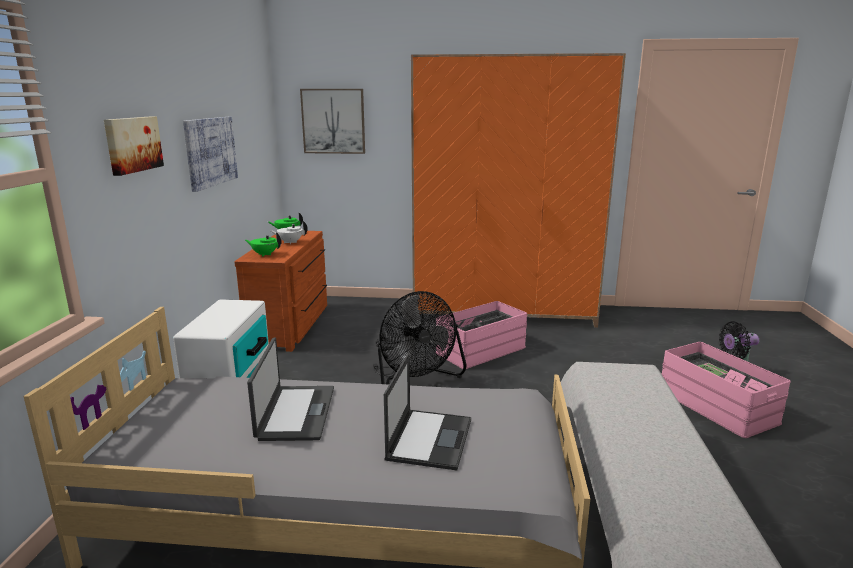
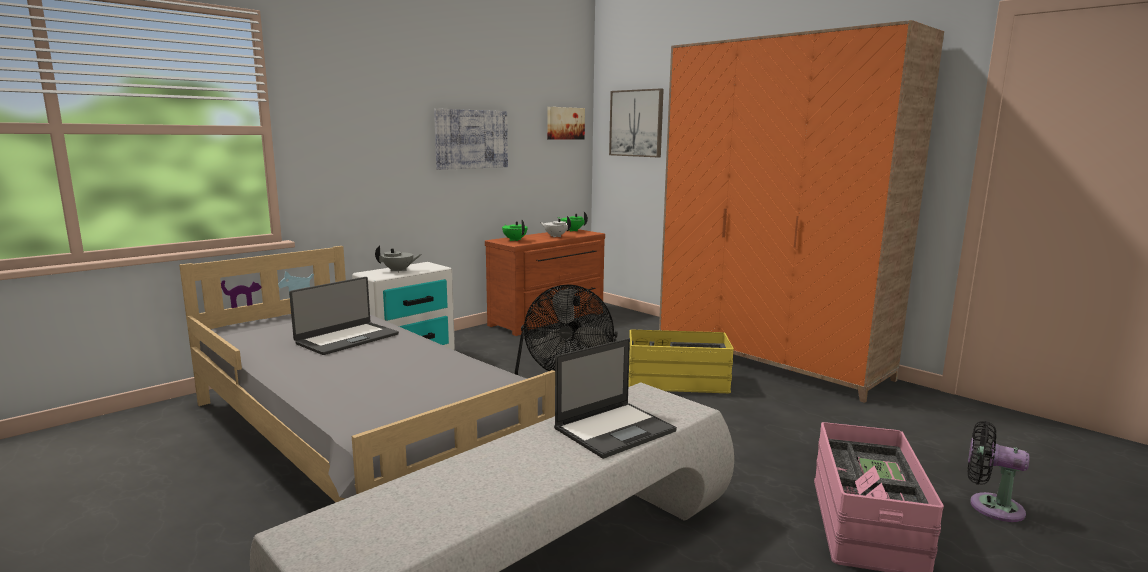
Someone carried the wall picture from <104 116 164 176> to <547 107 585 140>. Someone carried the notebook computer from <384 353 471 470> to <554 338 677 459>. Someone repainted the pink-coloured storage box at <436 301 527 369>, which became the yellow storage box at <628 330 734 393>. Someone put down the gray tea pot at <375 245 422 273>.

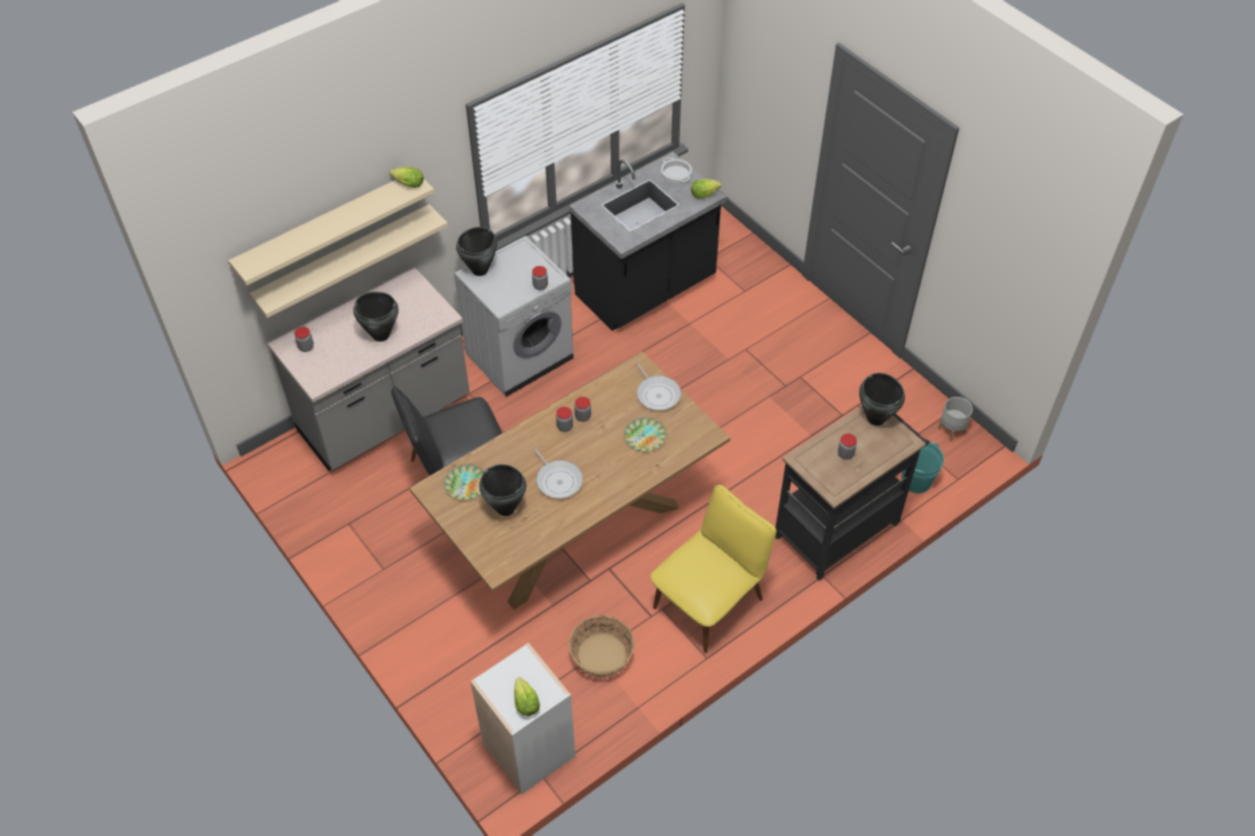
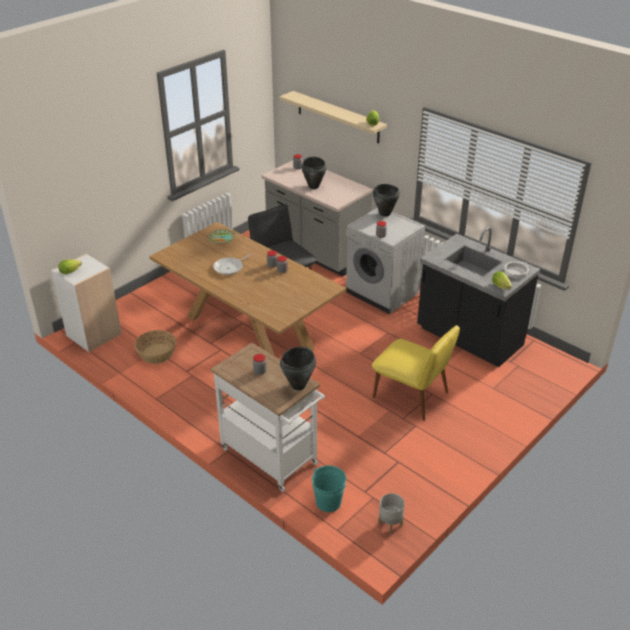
Someone took away the beige shelf at <249 204 448 318>. Someone took away the blackish cooking pot at <479 464 526 516>. Someone took away the flat dish at <624 417 667 452>. Someone took away the skillet at <635 362 681 410>. Someone carried the yellow upright chair from <651 485 777 653> to <372 325 460 421>. Someone repainted the blackish trolley at <775 406 930 580>, which became the white trolley at <211 343 325 492>.

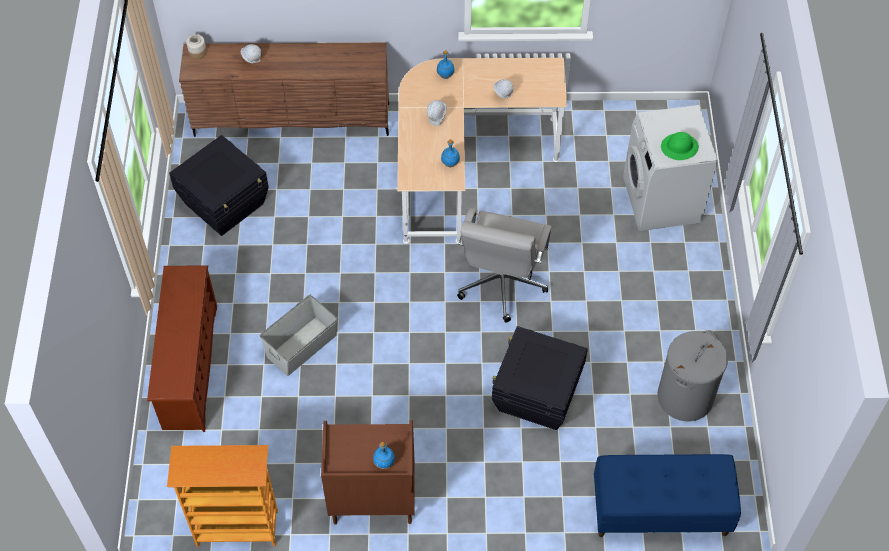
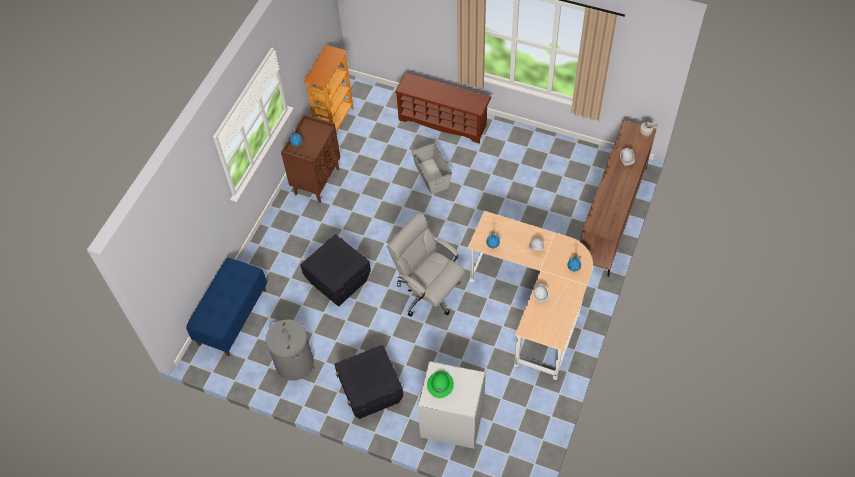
Someone carried the blackish storage box from <169 135 269 236> to <334 345 403 419>.

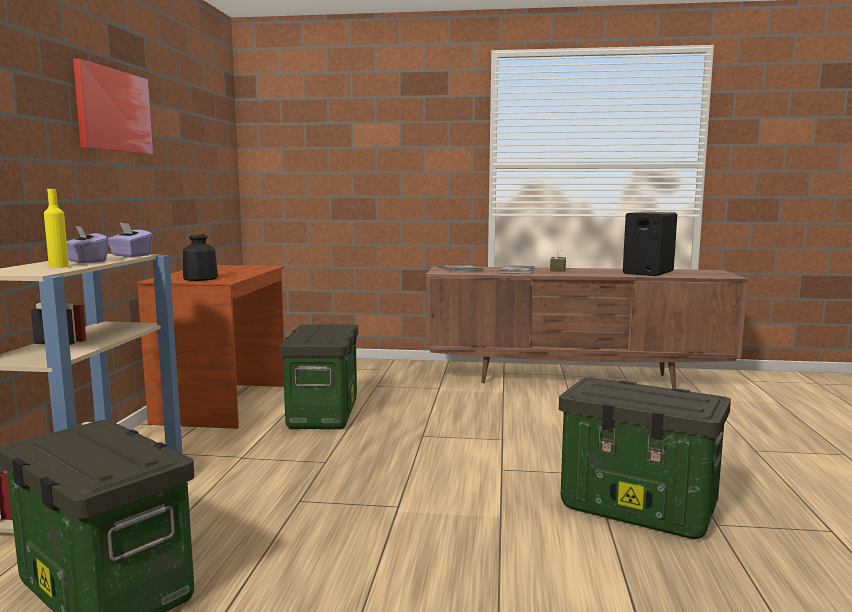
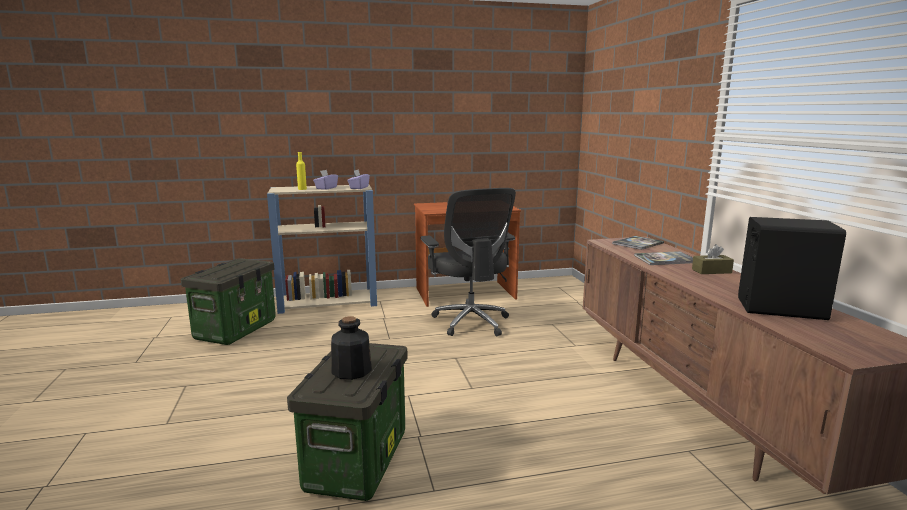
Someone took away the wall picture at <73 58 153 154>. Someone carried the drink bottle from <183 233 218 281> to <331 316 372 380>. Someone swapped the storage box at <279 324 358 429> for the desk chair at <421 188 516 336>.

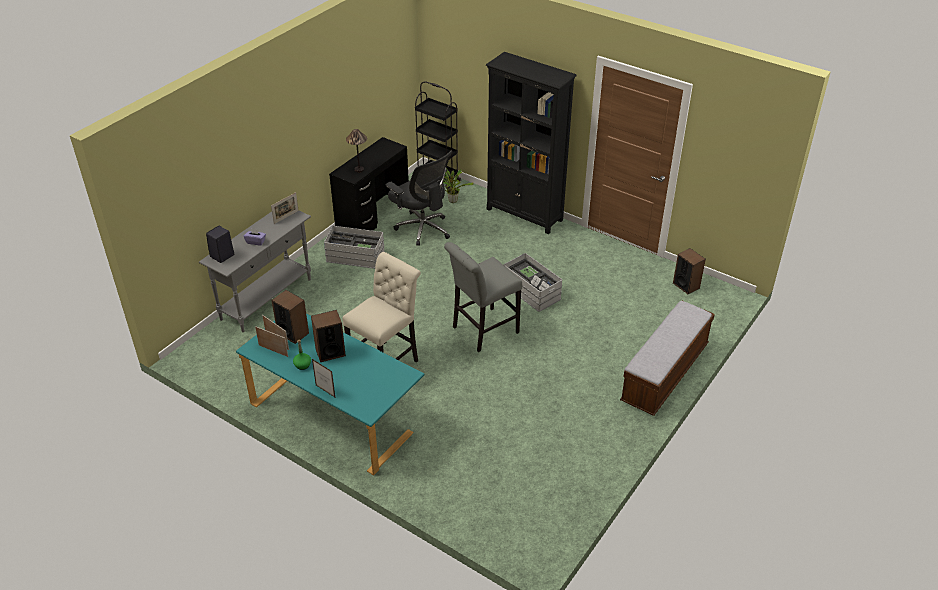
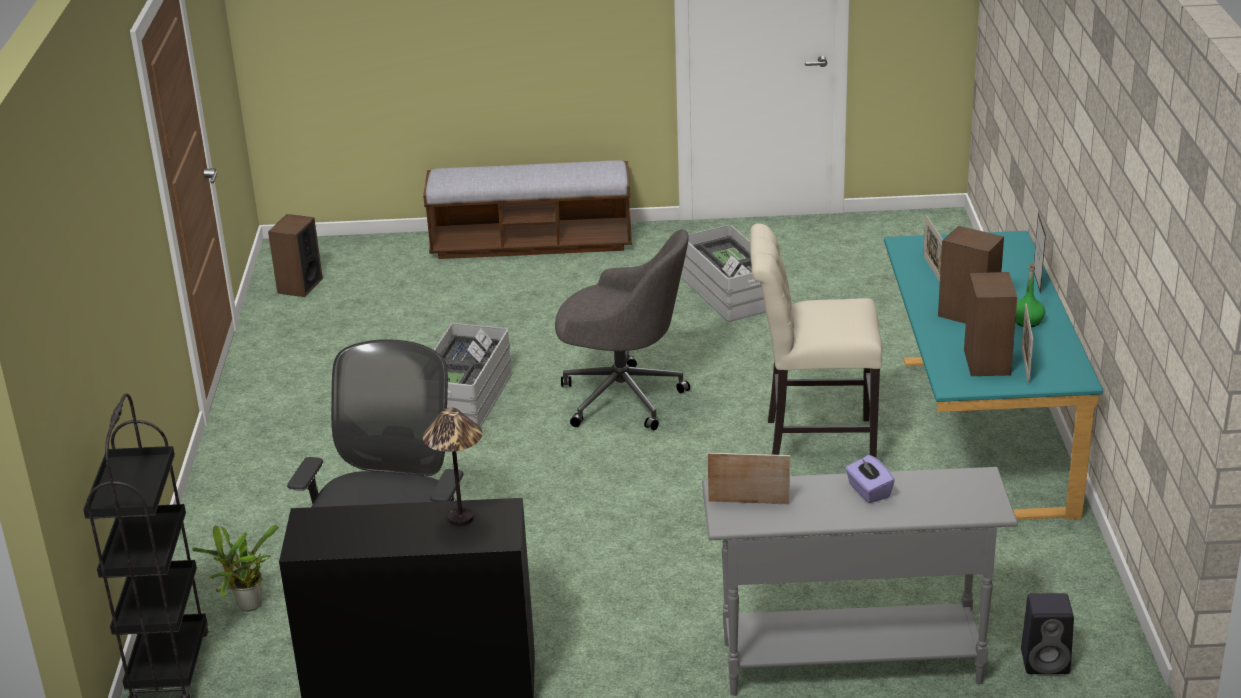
Someone carried the blackish audio speaker from <206 226 234 263> to <1021 593 1074 674>. Someone carried the picture frame from <255 326 288 357> to <923 215 943 282>. Someone carried the gray storage box from <324 226 385 269> to <682 225 766 322>. Someone swapped the gray stool at <444 242 522 352> for the gray desk chair at <555 229 690 430>. Someone took away the blackish bookcase at <486 52 577 234>.

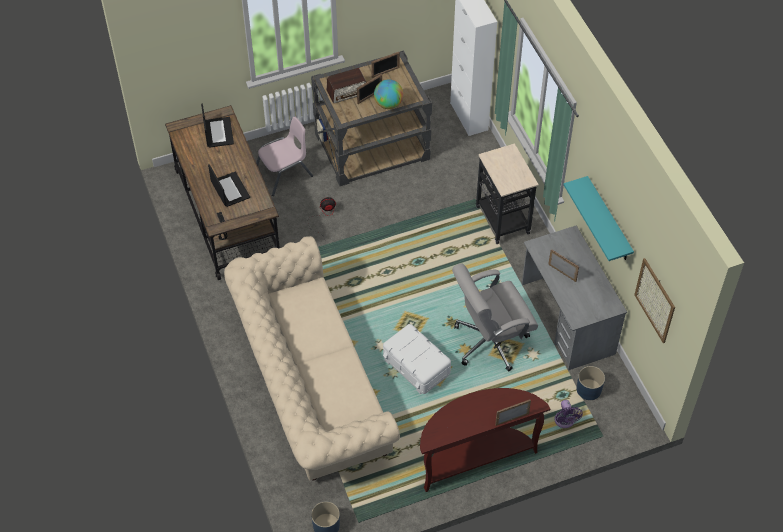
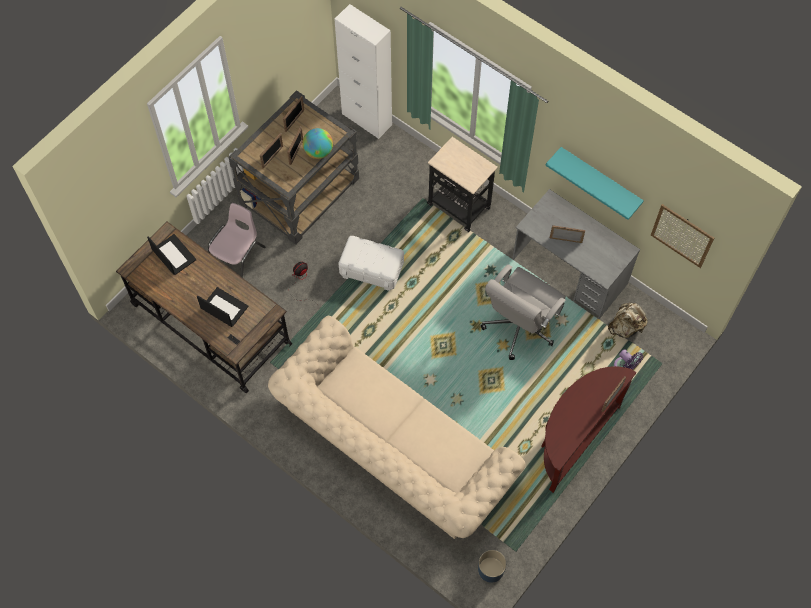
Someone swapped the radio receiver at <326 68 366 103> for the picture frame at <260 133 283 168>. Someone carried the white storage box from <383 324 451 394> to <338 236 404 291>. Someone swapped the blue-coloured planter at <577 366 605 400> for the beige rucksack at <608 302 648 338>.

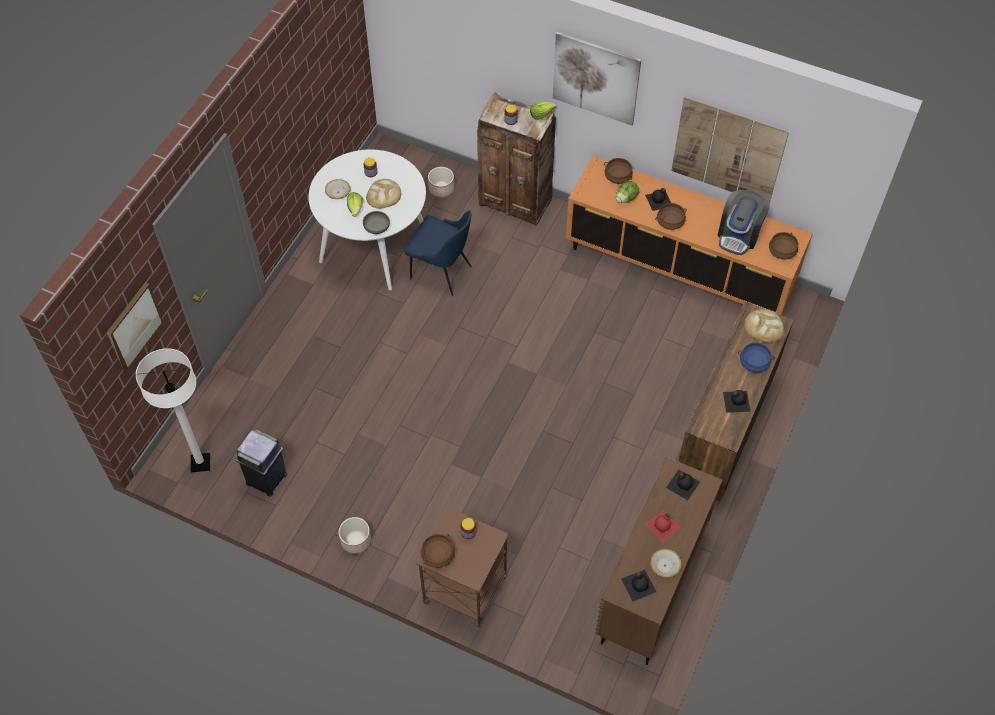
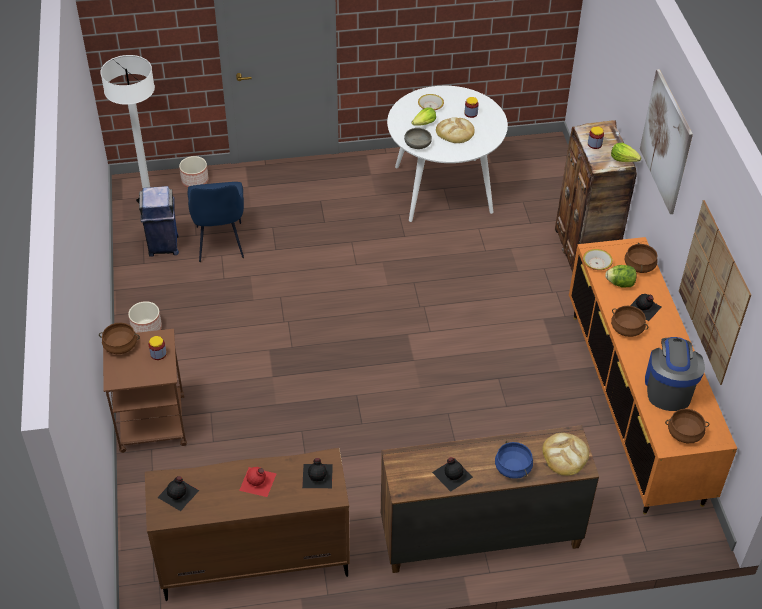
Someone took away the wall picture at <107 283 164 371>. Someone carried the blue-coloured upright chair from <404 210 472 296> to <188 182 244 262>. Someone carried the planter from <428 167 454 198> to <179 156 209 187>. Someone carried the bowl from <650 549 682 578> to <583 249 613 270>. Someone rotated the coffee machine at <718 190 770 255> by 105 degrees clockwise.

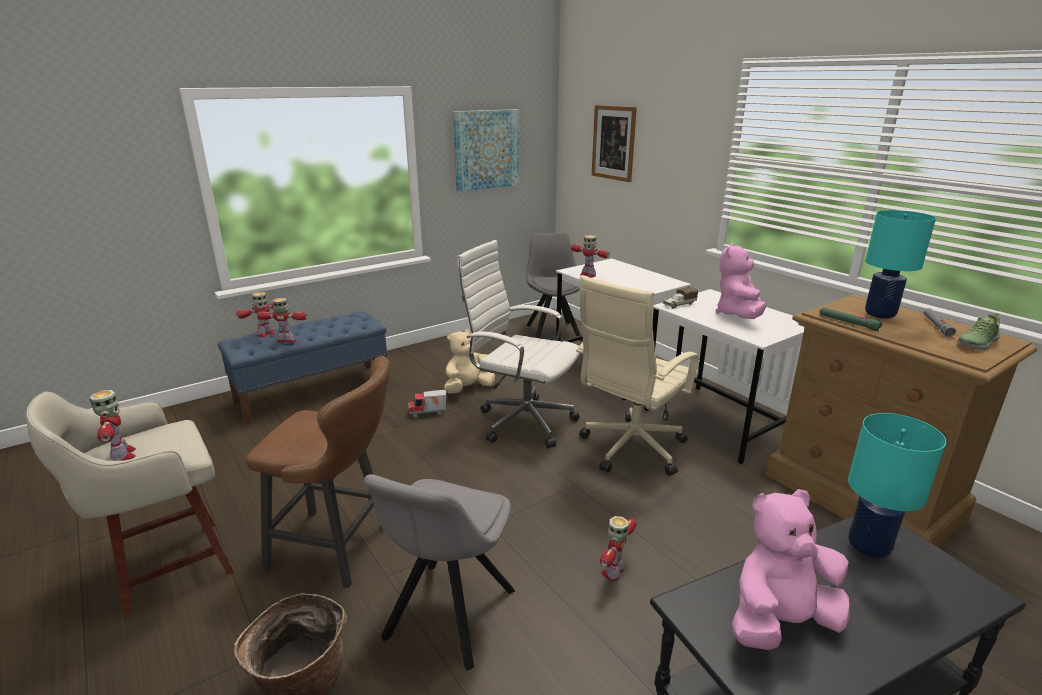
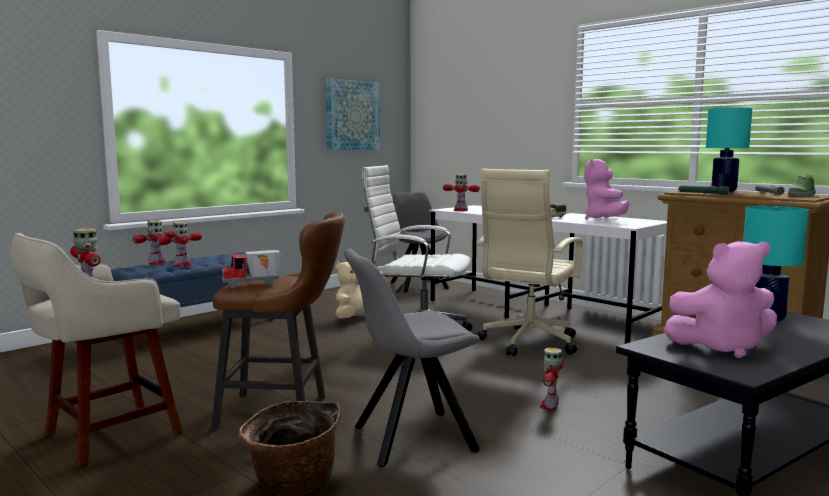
Someone rotated the toy robot at <257 298 307 343> by 135 degrees clockwise. Someone rotated the gray upright chair at <364 474 515 670> by 60 degrees clockwise. Someone carried the toy lorry from <409 390 447 418> to <222 250 281 288>. Someone took away the wall picture at <592 105 637 182>. Someone rotated the pink-coloured soft toy at <732 489 850 650> by 150 degrees counterclockwise.

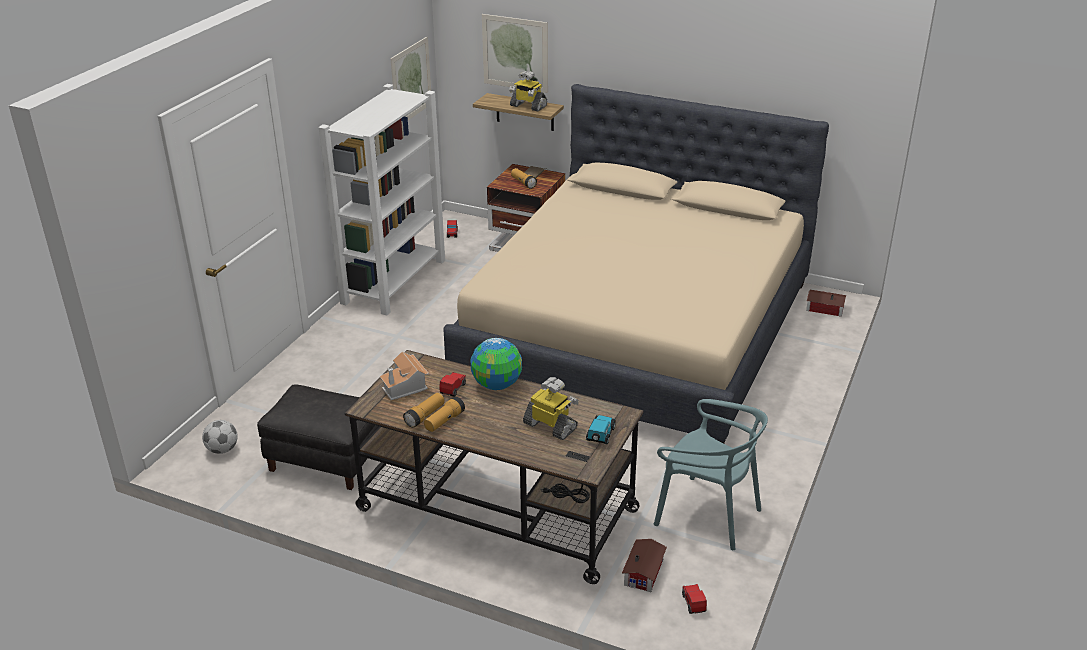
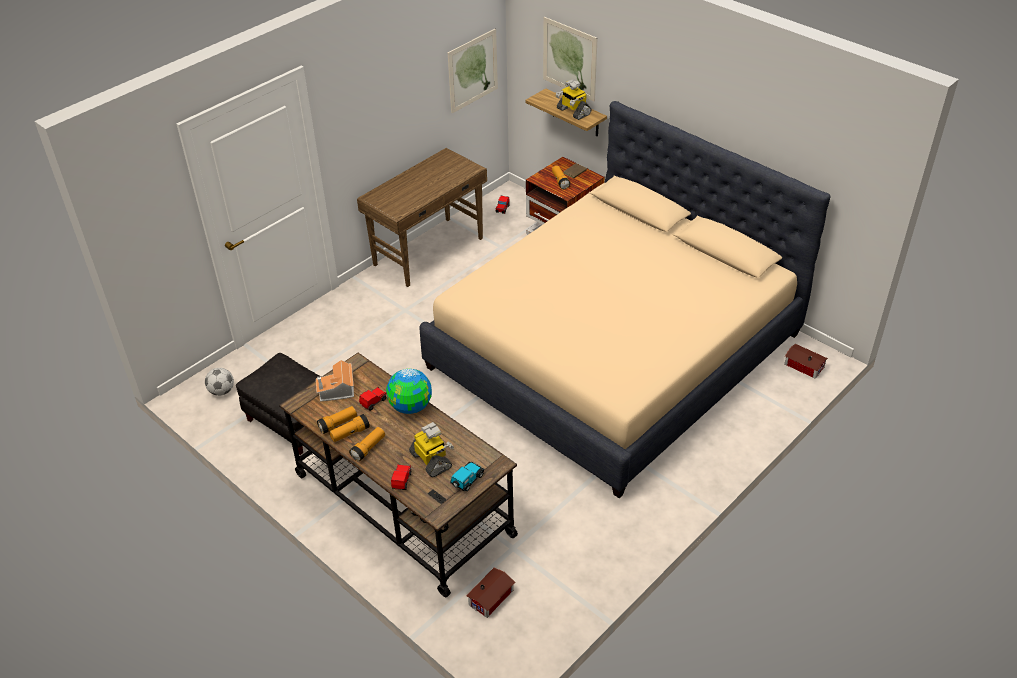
Someone swapped the white bookcase at <319 84 445 315> for the brownish hall table at <357 148 487 287>. Someone took away the blue-green upright chair at <654 399 768 550>. Someone carried the miniature car from <682 584 707 614> to <391 464 411 490>. Someone put down the hand torch at <349 427 385 461>.

